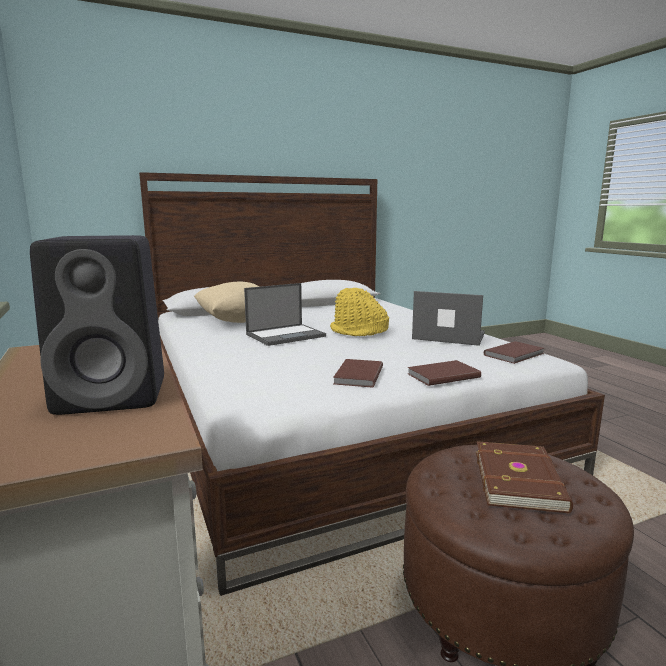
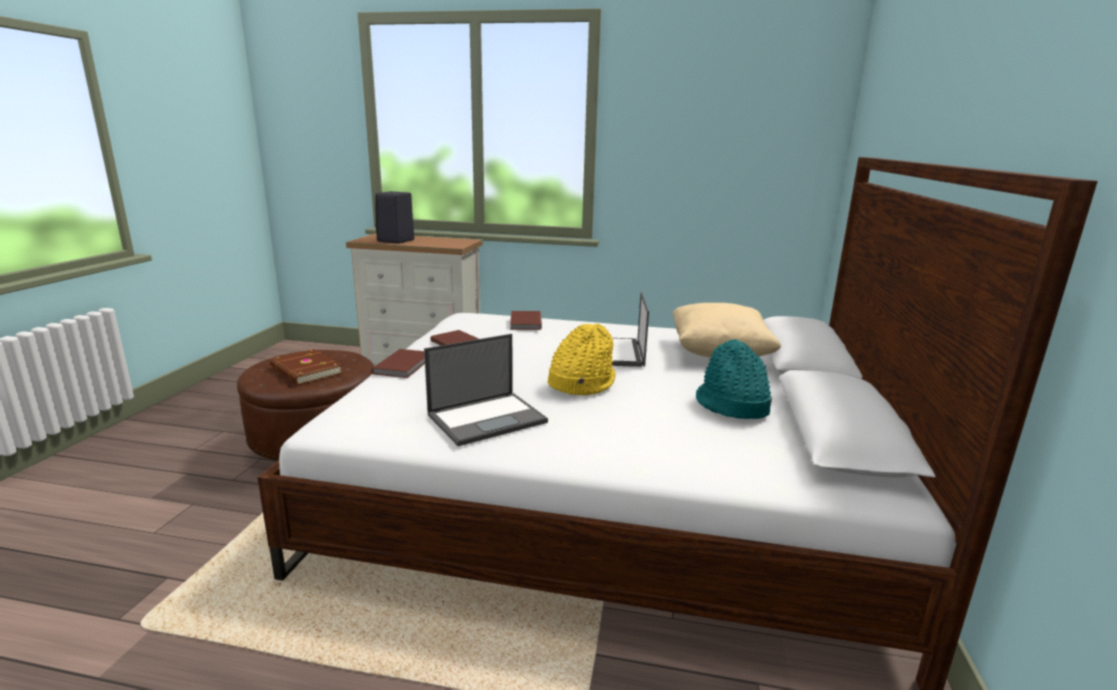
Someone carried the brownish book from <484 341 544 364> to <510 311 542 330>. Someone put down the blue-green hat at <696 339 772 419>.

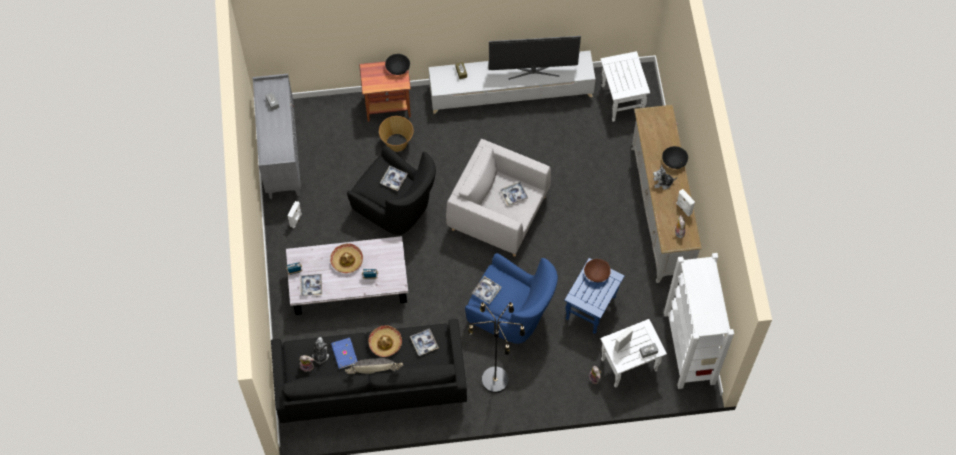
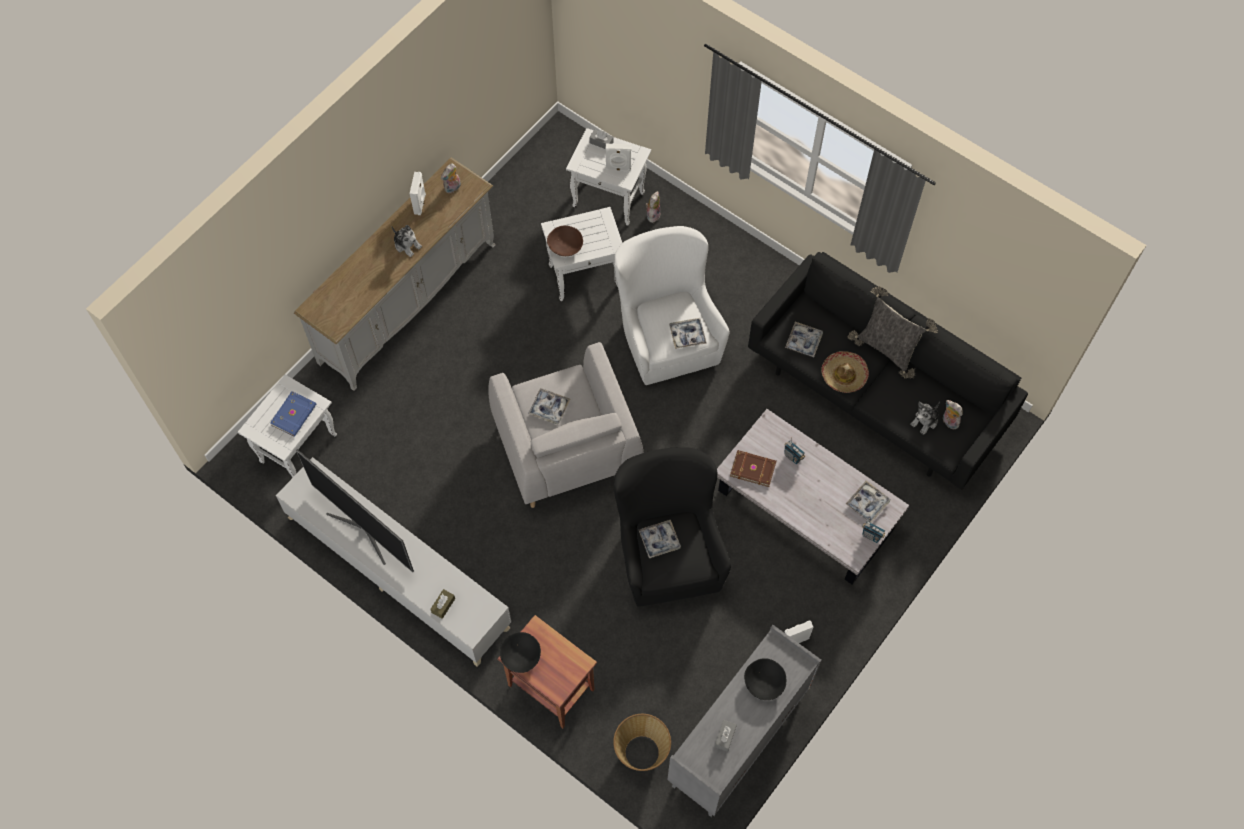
Someone took away the hat at <330 243 363 273>. Someone carried the blue-coloured book from <331 338 358 369> to <270 391 316 437>. Someone carried the storage basket from <379 116 414 152> to <613 714 671 771>. Someone repainted the blue-coloured lounge chair at <465 253 558 344>, which became the white lounge chair at <614 226 729 385>. Someone took away the standing lamp at <468 302 525 393>. Someone repainted the blue-coloured accent table at <564 258 625 334>, which became the white accent table at <541 207 622 301>. Someone carried the blackish bowl from <662 146 688 169> to <744 658 786 700>. Someone took away the white bookcase at <664 253 734 389>. Someone put down the brownish book at <730 450 776 487>.

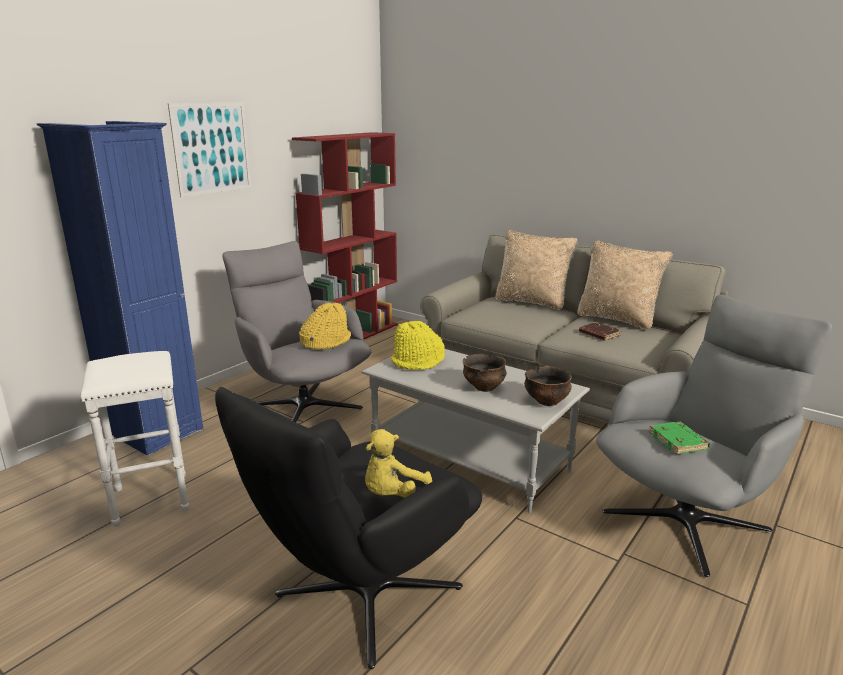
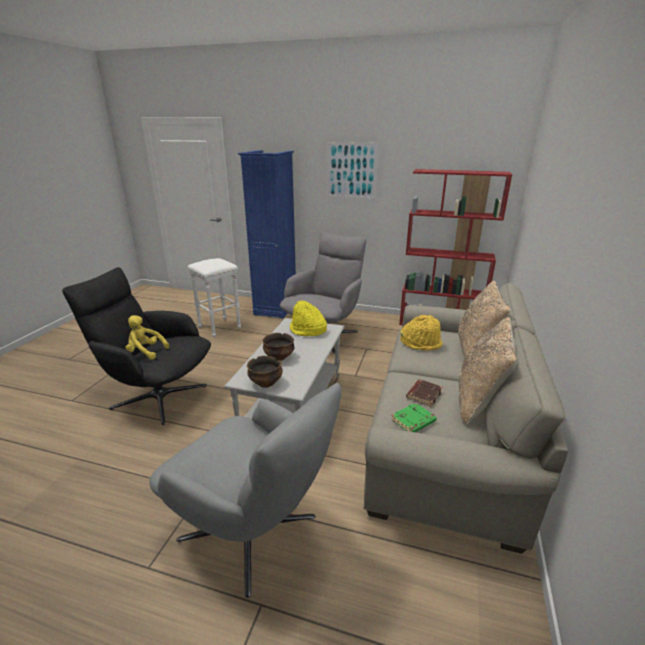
Someone carried the yellow hat from <299 303 351 349> to <400 315 443 351>. Someone carried the green book from <649 421 710 454> to <391 403 437 432>.

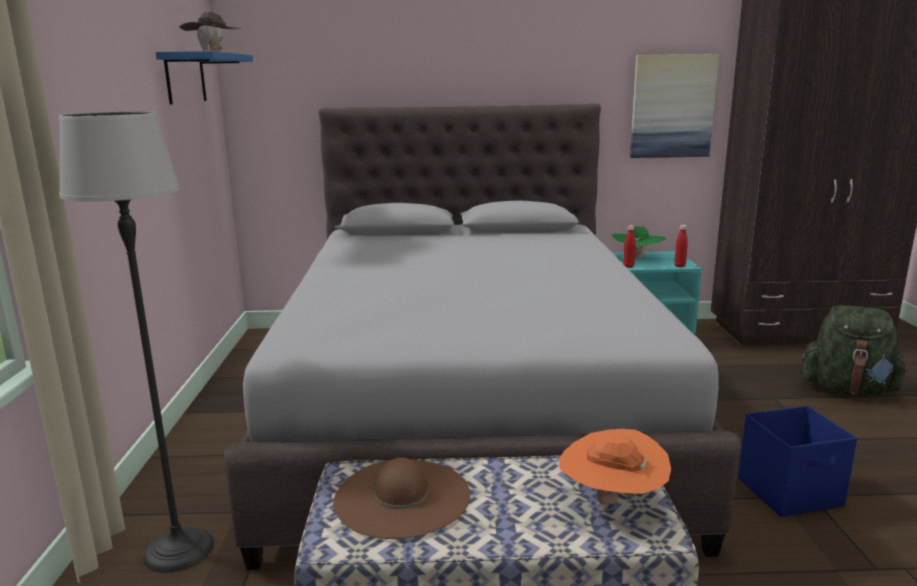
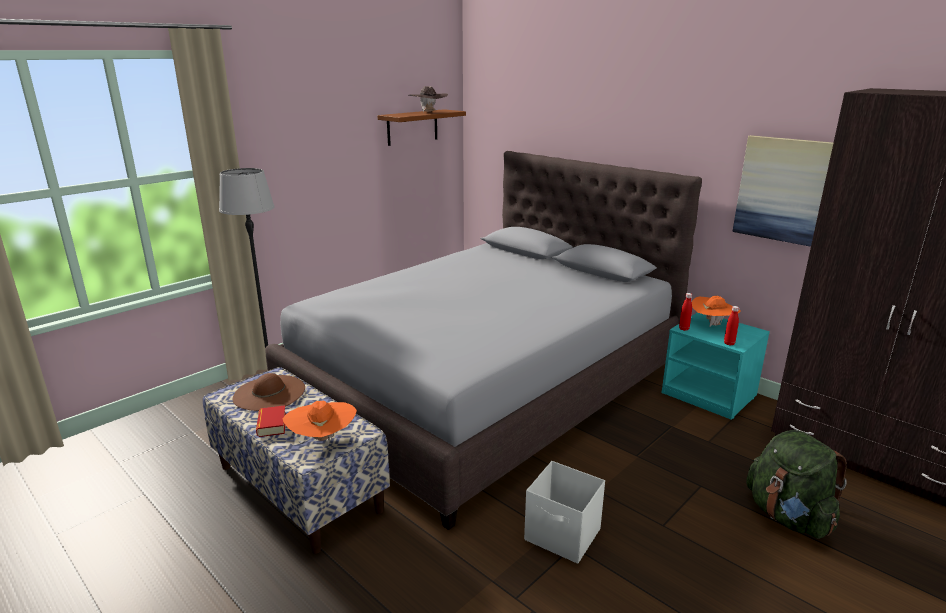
Someone repainted the blue-coloured shelf at <156 51 253 105>, which became the brownish shelf at <377 109 466 146>. Someone repainted the green hat at <611 226 666 259>, which became the orange hat at <692 296 741 327>. Someone repainted the blue-coloured storage box at <738 406 857 517>, which became the white storage box at <524 461 605 564>. Someone put down the book at <256 406 286 437>.

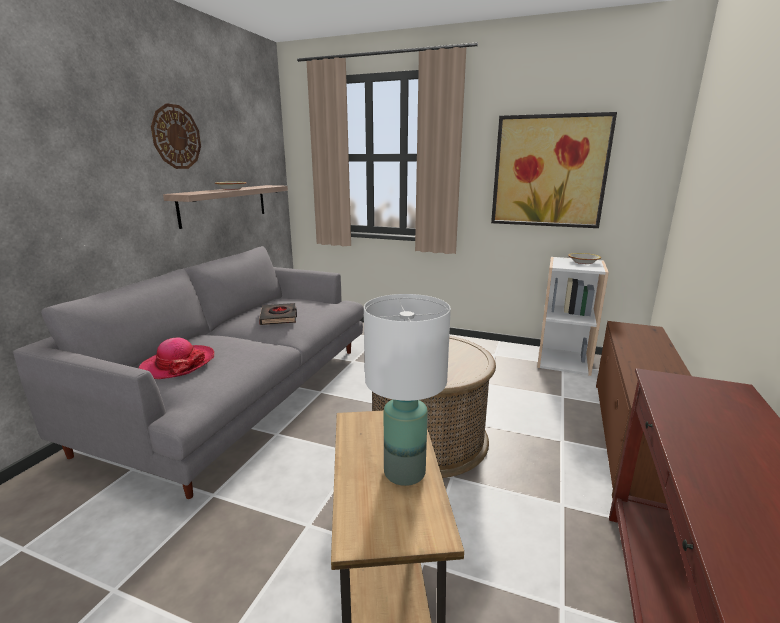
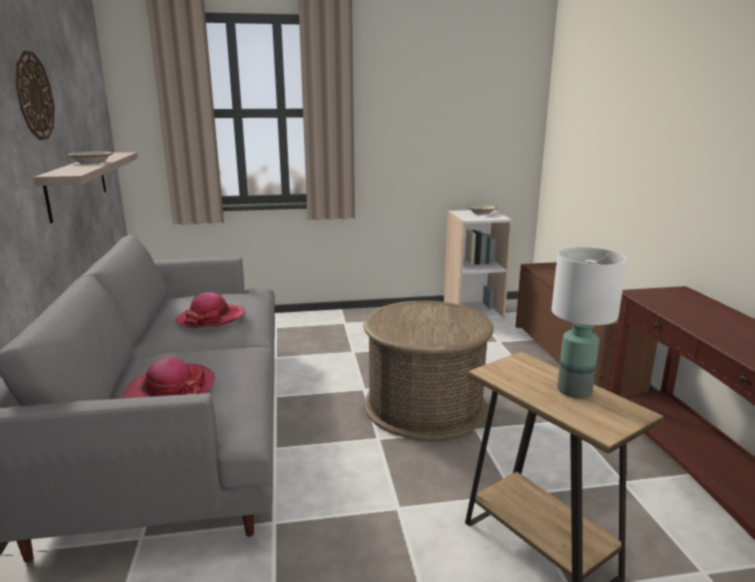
Someone swapped the blackish book at <259 303 297 325> for the hat at <175 292 245 328>. Someone took away the wall picture at <491 112 617 228>.

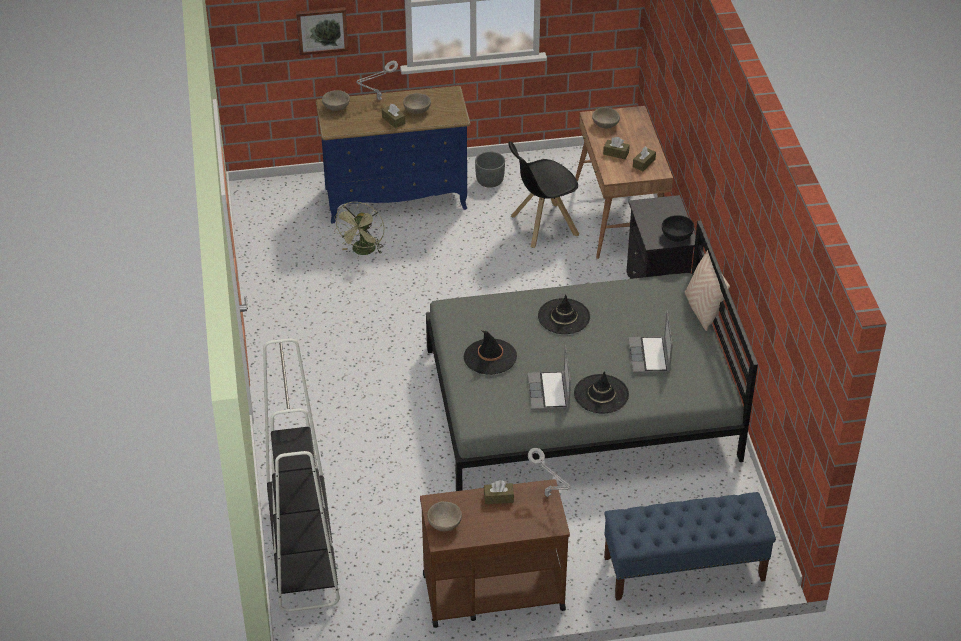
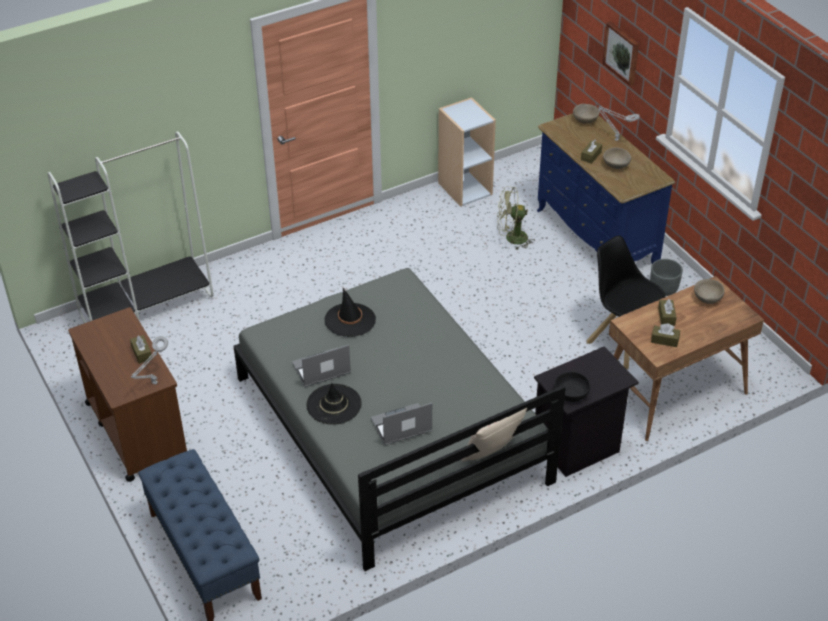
Someone took away the beige bowl at <427 501 462 531>. Someone took away the blackish hat at <538 294 590 334>. Someone put down the bookcase at <438 97 496 207>.

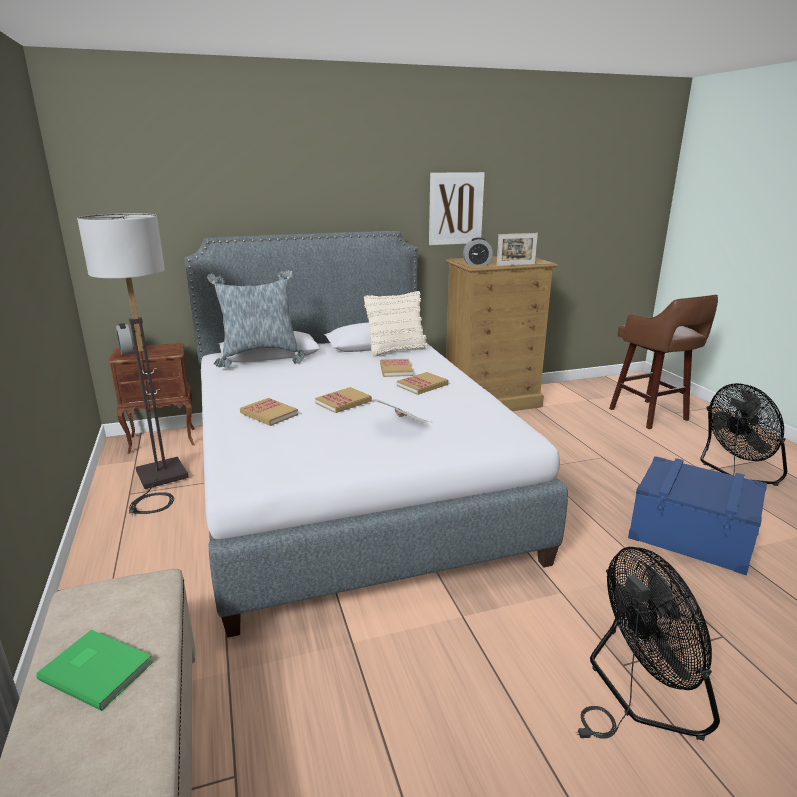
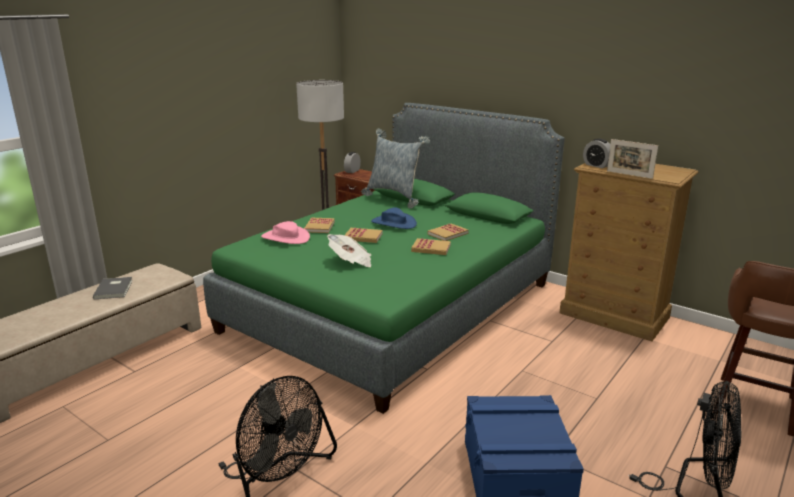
Someone repainted the green book at <36 630 153 711>, which became the gray book at <93 277 133 299>. Someone repainted the gray bed at <184 231 568 637>, which became the green bed at <203 103 565 414>. Someone took away the beige cushion at <363 291 428 357>. Someone took away the wall picture at <429 172 485 245>. Someone put down the pink-coloured hat at <261 221 310 244>. Someone put down the blue-coloured hat at <371 207 417 229>.

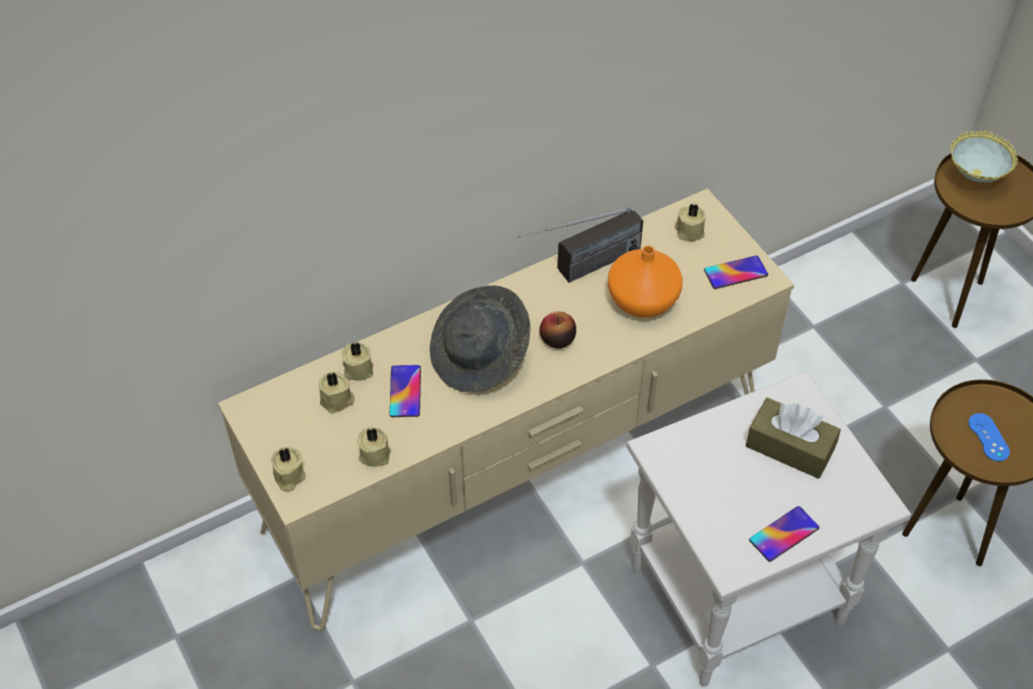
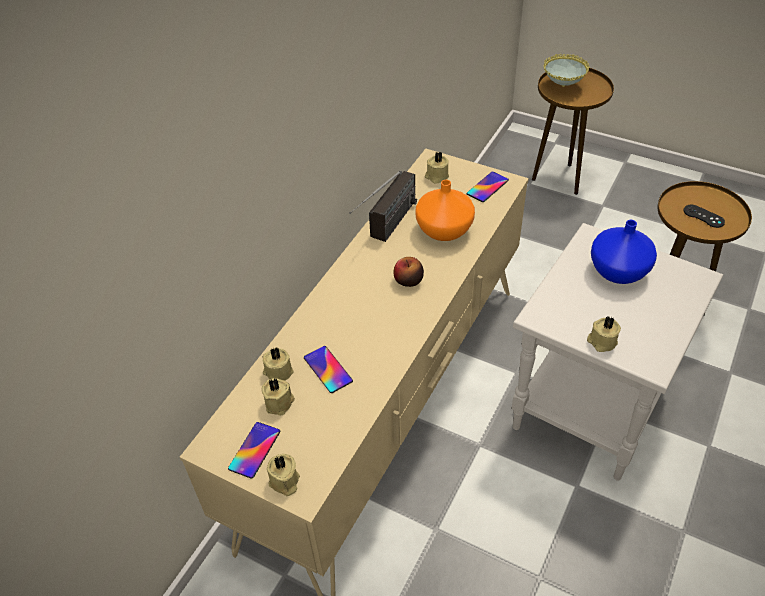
Someone carried the beige wax candle from <357 427 391 467> to <587 317 621 352>. Someone took away the gray hat at <430 286 531 392>. Someone swapped the brownish tissue holder at <746 397 841 479> for the blue-coloured vase at <591 220 657 284>. Someone carried the handset from <749 506 819 562> to <228 422 280 479>. Someone repainted the blue-coloured joypad at <968 413 1010 461>, which became the blackish joypad at <684 205 725 228>.

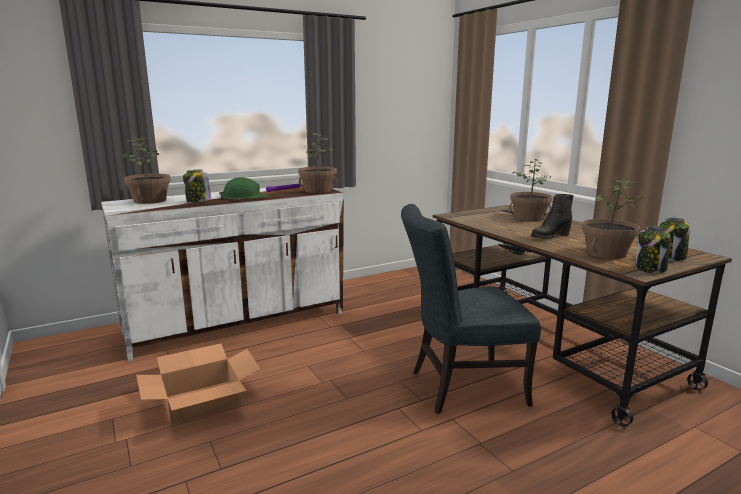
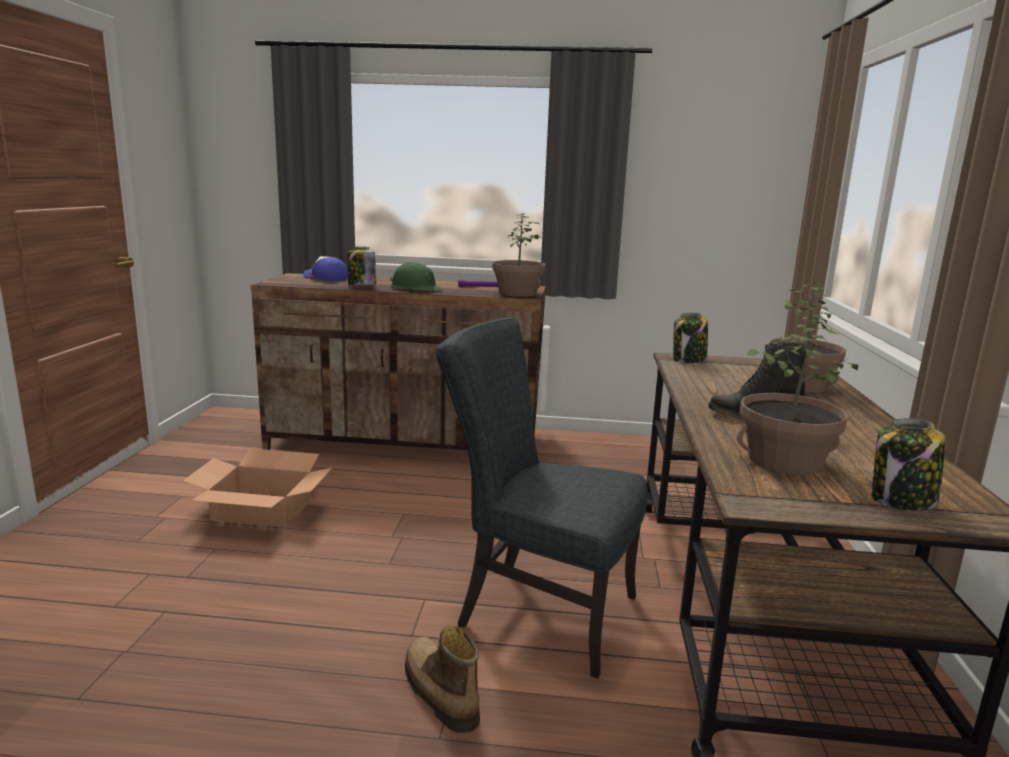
Someone repainted the white storage cabinet at <101 186 344 362>, which became the brownish storage cabinet at <251 273 546 450>. Someone swapped the houseplant at <122 137 170 204> for the peaked cap at <303 256 348 281>. Someone carried the preserve jar from <635 226 671 273> to <673 313 708 363>. Someone put down the tall boot at <405 625 480 733>.

